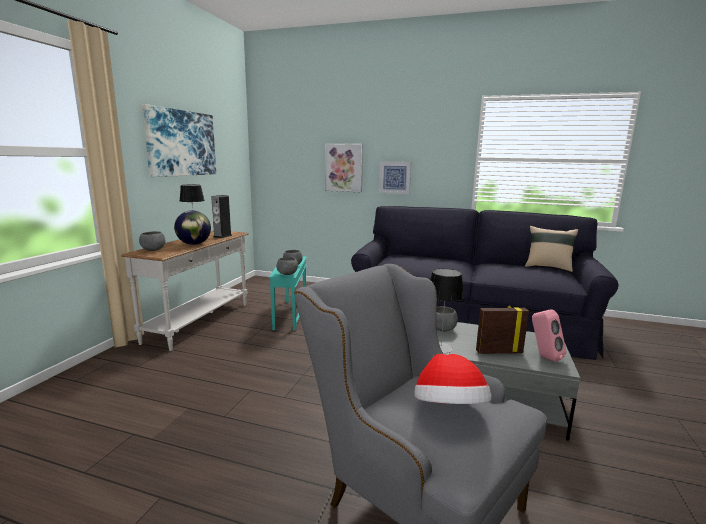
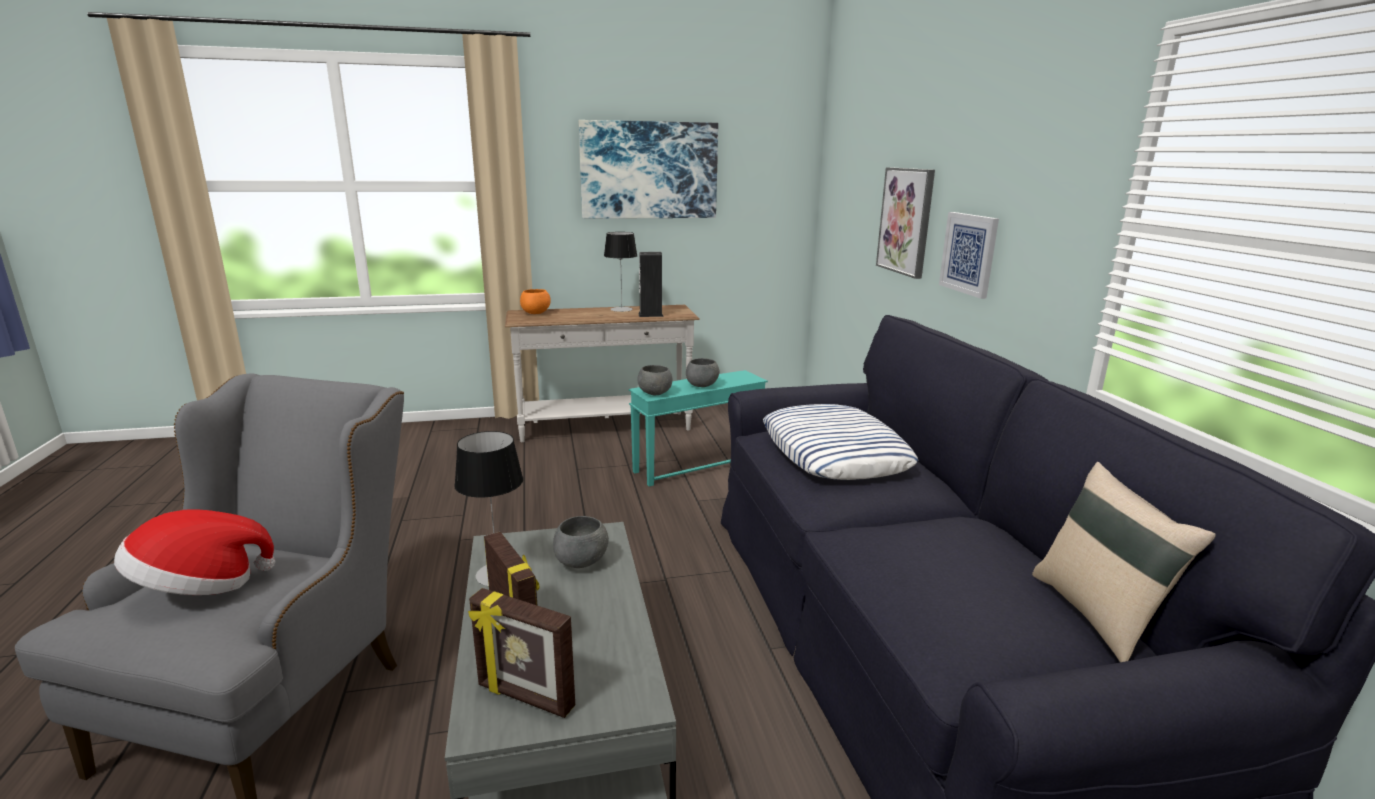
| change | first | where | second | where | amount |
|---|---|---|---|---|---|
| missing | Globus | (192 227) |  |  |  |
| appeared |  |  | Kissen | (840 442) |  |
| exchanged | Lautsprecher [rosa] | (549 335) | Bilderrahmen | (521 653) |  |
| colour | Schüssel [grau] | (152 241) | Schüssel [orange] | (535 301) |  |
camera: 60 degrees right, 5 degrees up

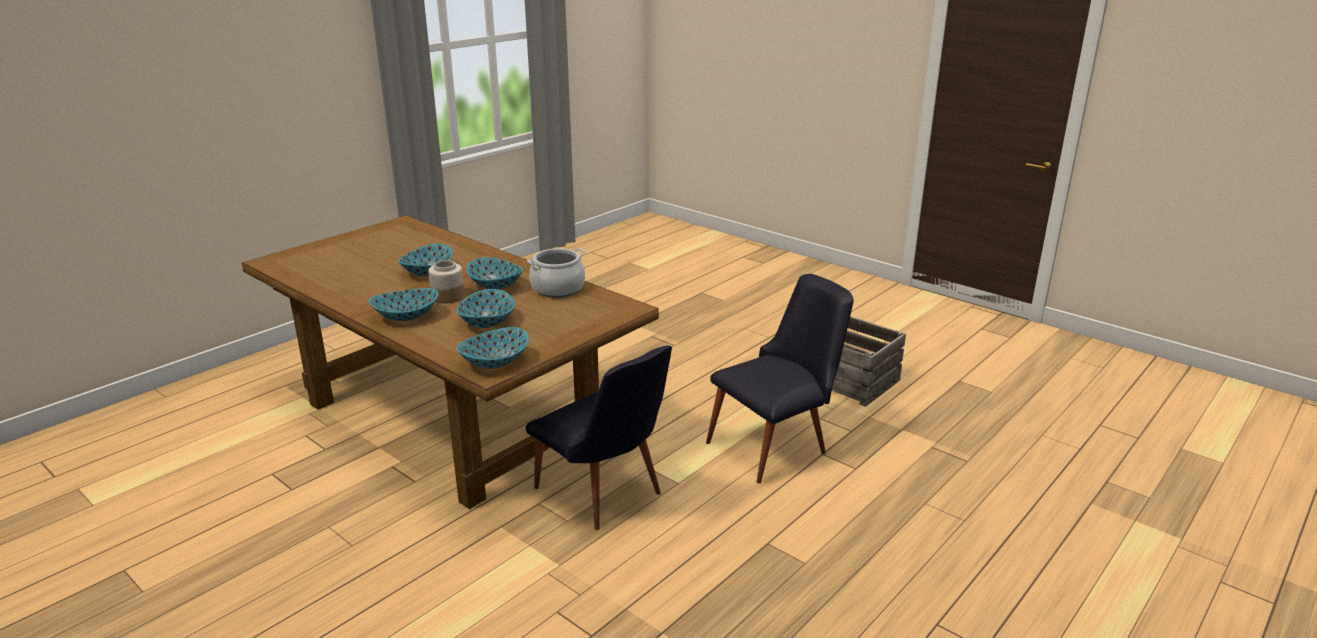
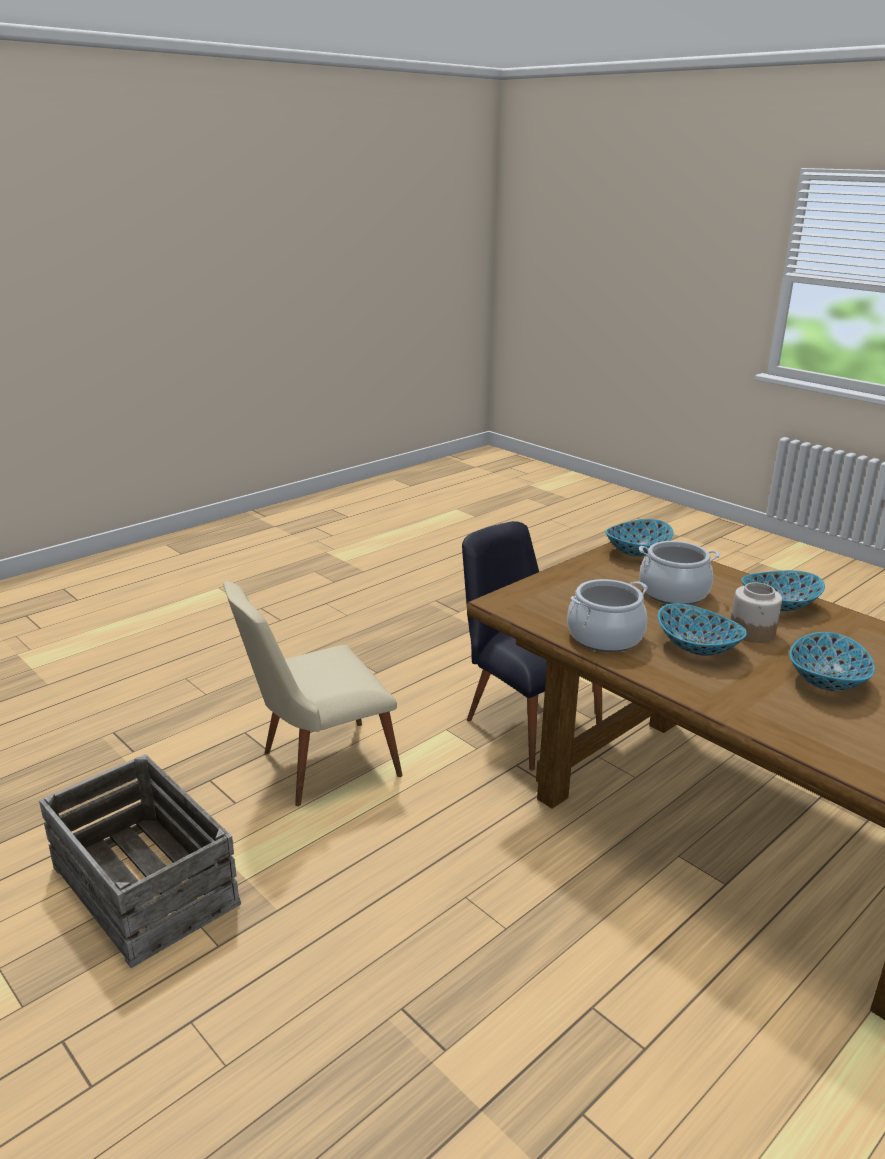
| change | first | where | second | where | amount |
|---|---|---|---|---|---|
| exchanged | Schüssel | (486 308) | Kochtopf | (679 573) |  |
| colour | Stuhl [schwarz] | (780 378) | Stuhl [beige] | (312 693) |  |
camera: 175 degrees left, 0 degrees up

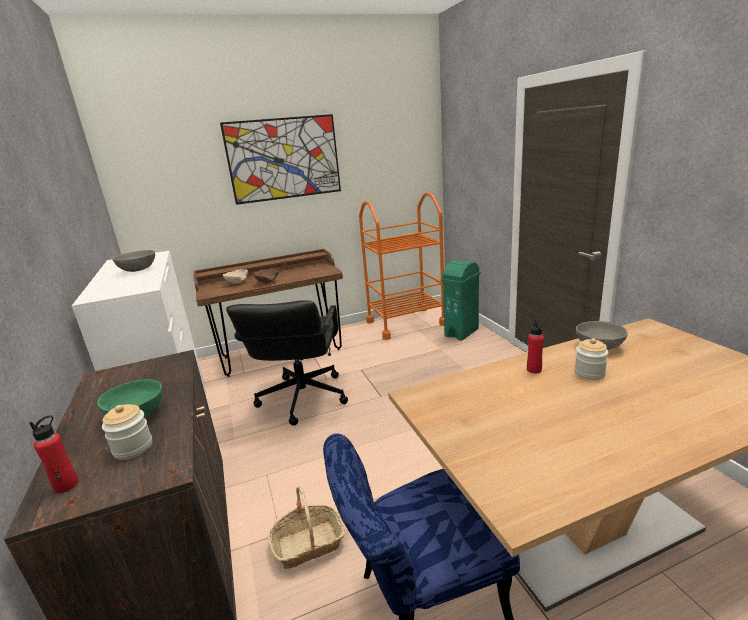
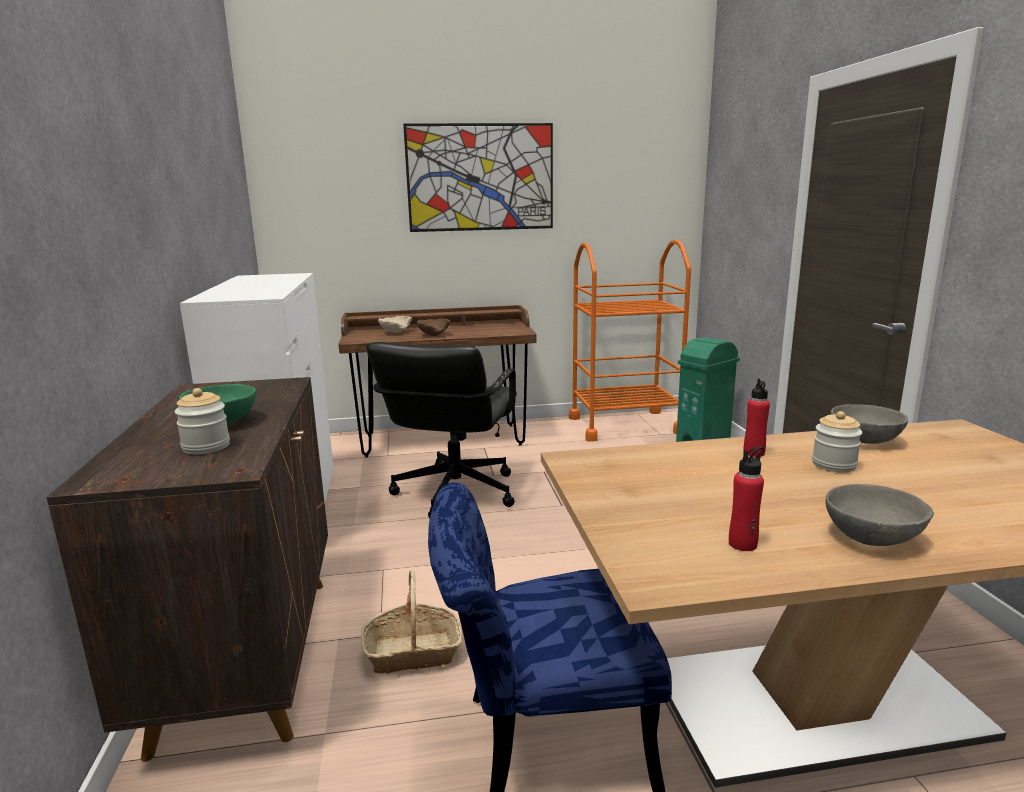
| change | first | where | second | where | amount |
|---|---|---|---|---|---|
| relocated | Flasche [rot] | (54 454) |  | (746 498) |  |
| relocated | Schüssel [grau] | (134 261) |  | (879 515) |  |
camera: 10 degrees right, 5 degrees down

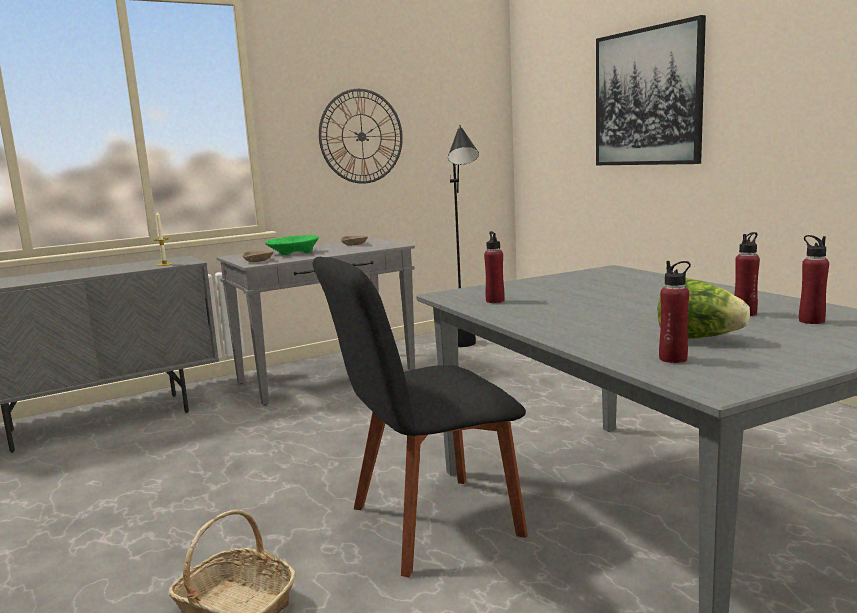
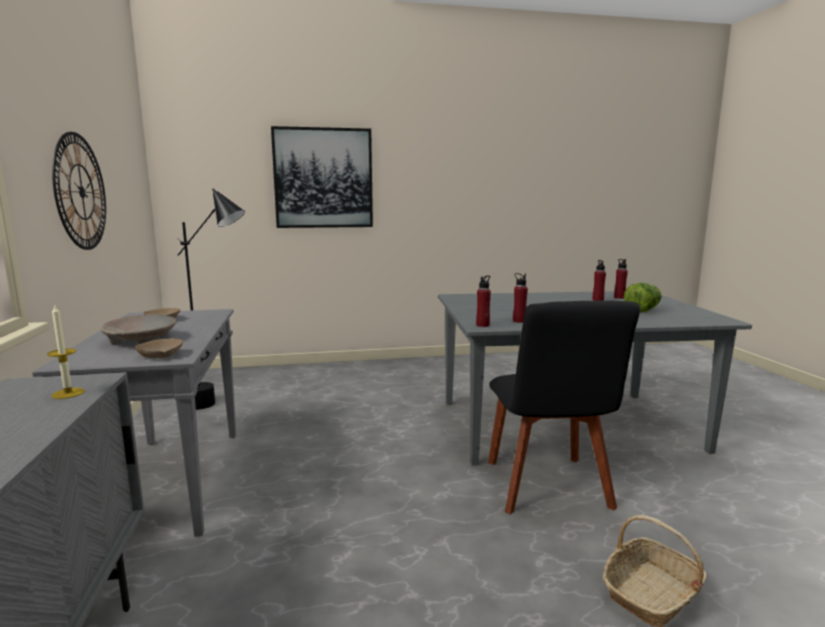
| change | first | where | second | where | amount |
|---|---|---|---|---|---|
| relocated | Flasche [rot] | (675 312) |  | (483 301) |  |
| colour | Schüssel [grün] | (292 245) | Schüssel [beige] | (138 329) |  |
camera: 70 degrees left, 0 degrees up

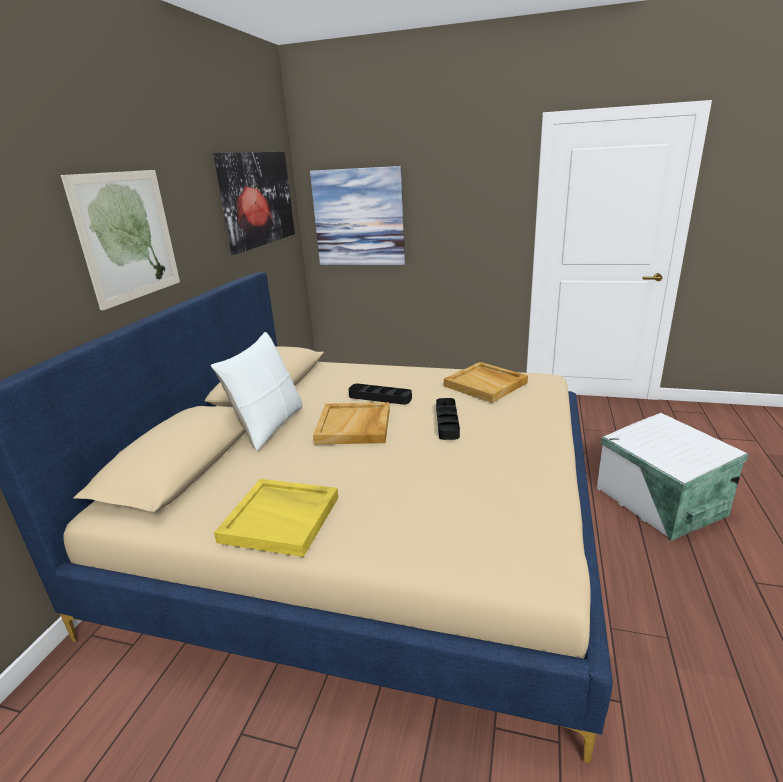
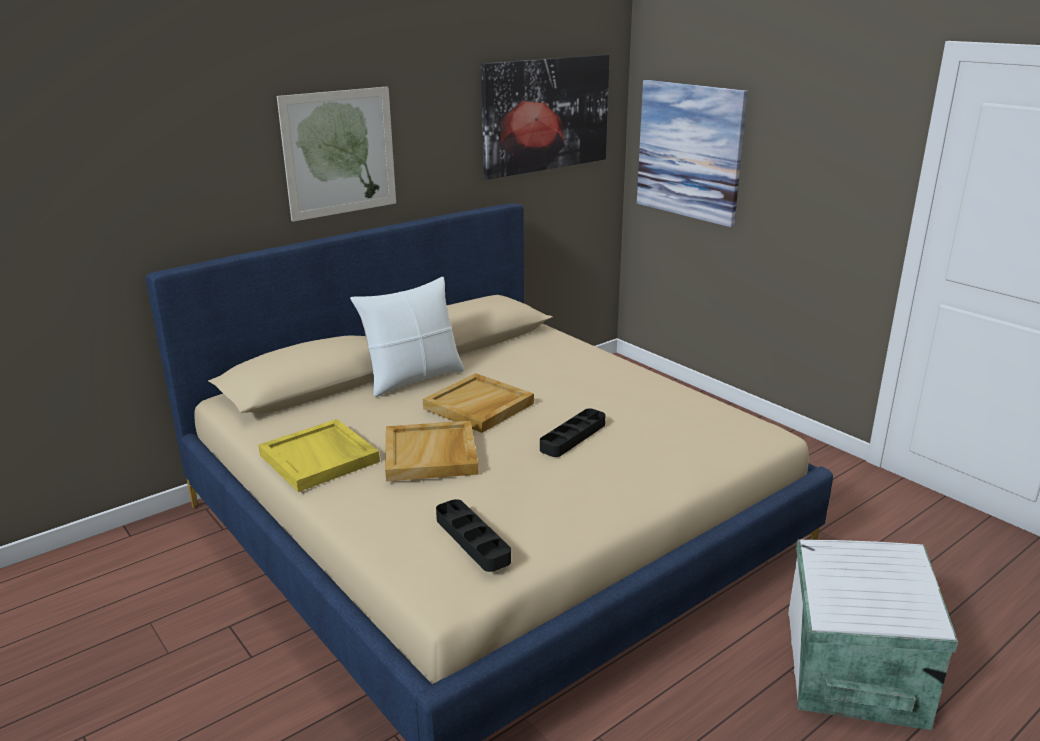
| change | first | where | second | where | amount |
|---|---|---|---|---|---|
| relocated | Tablett [schwarz] | (380 394) |  | (473 535) |  |
| relocated | Tablett [beige] | (486 382) |  | (432 451) |  |
camera: 35 degrees right, 0 degrees up

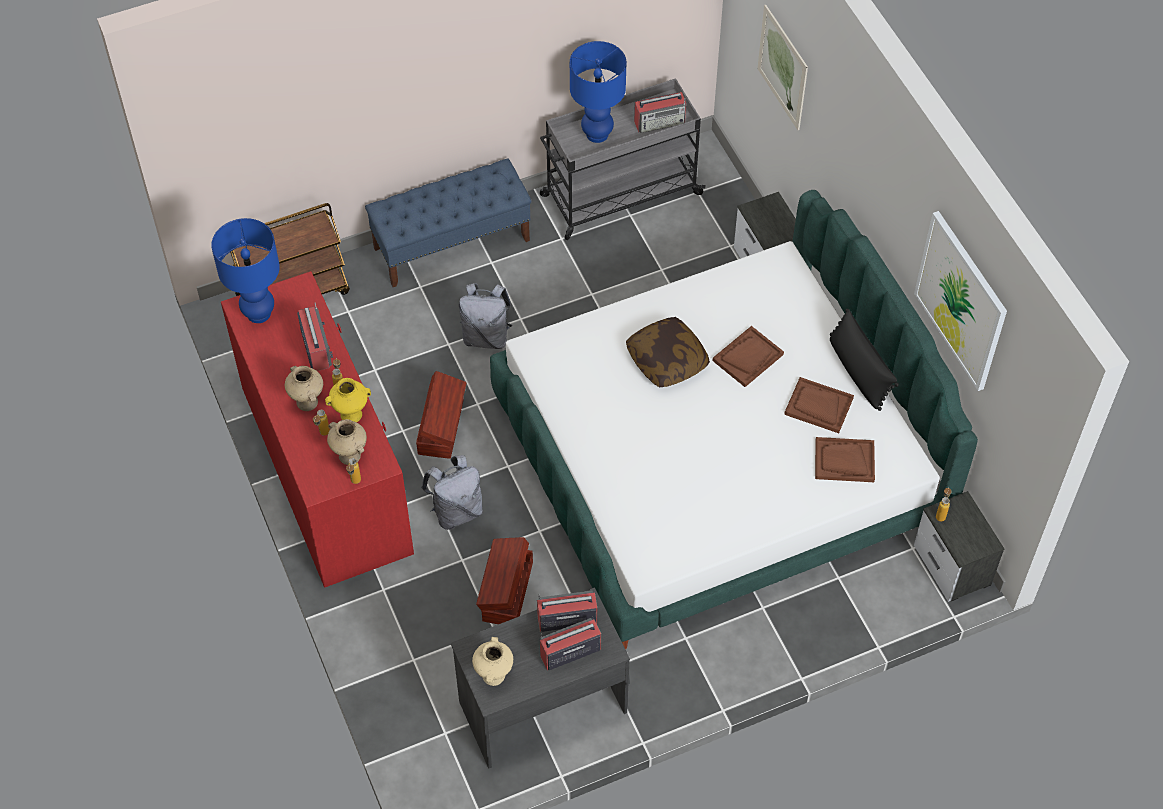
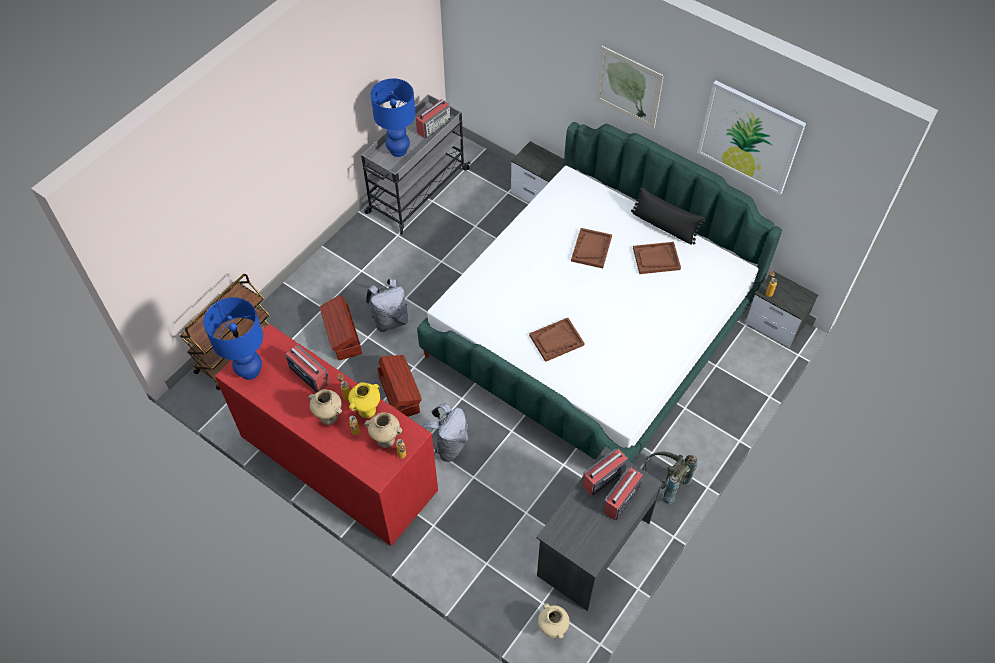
| change | first | where | second | where | amount |
|---|---|---|---|---|---|
| missing | Bank [blau] | (448 222) |  |  |  |
| missing | Kissen | (668 352) |  |  |  |
| appeared |  |  | Rucksack [grau] | (670 478) |  |
| relocated | Vase [beige] | (492 661) |  | (553 621) |  |
| relocated | Aufbewahrungsbox [braun] | (504 580) |  | (340 328) |  |
| relocated | Bild | (782 67) |  | (630 87) |  |
| relocated | Tablett [braun] | (845 459) |  | (557 340) |  |
camera: 30 degrees left, 0 degrees up

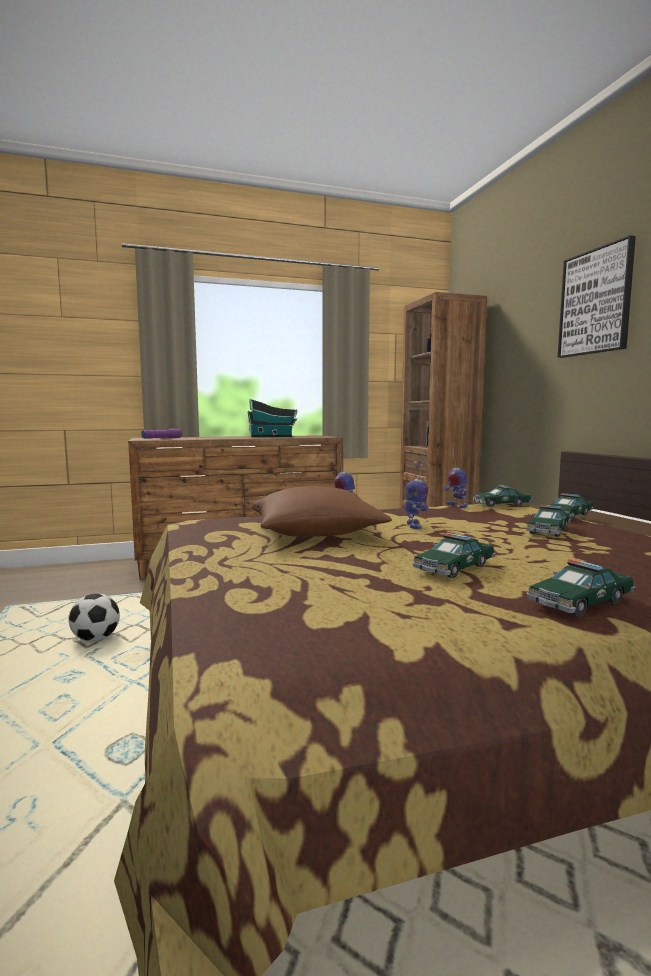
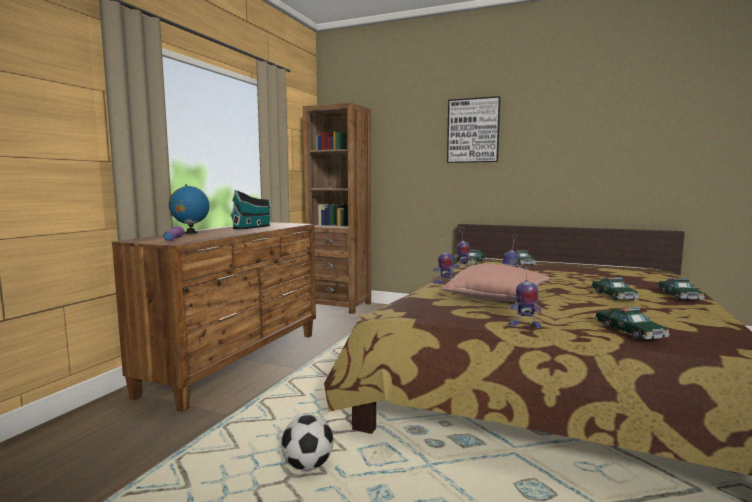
| change | first | where | second | where | amount |
|---|---|---|---|---|---|
| appeared |  |  | Globus | (189 209) |  |
| appeared |  |  | Spielzeugroboter | (525 292) |  |
| relocated | Spielzeugauto | (548 521) |  | (632 323) |  |
| colour | Kissen [braun] | (321 511) | Kissen [rosa] | (496 282) |  |
camera: 50 degrees left, 0 degrees up

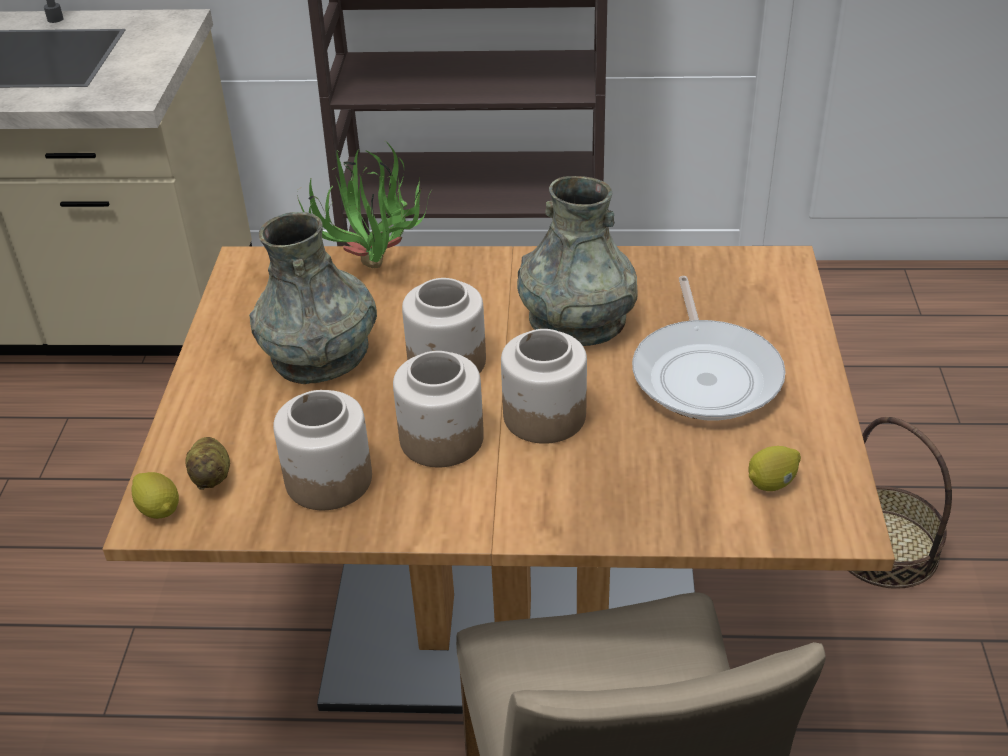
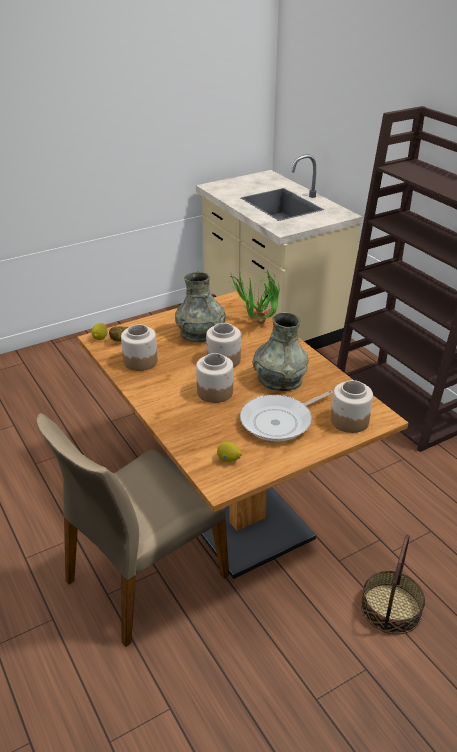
| change | first | where | second | where | amount |
|---|---|---|---|---|---|
| relocated | Vorratsglas | (438 409) |  | (352 406) |  |
camera: 55 degrees right, 5 degrees down

